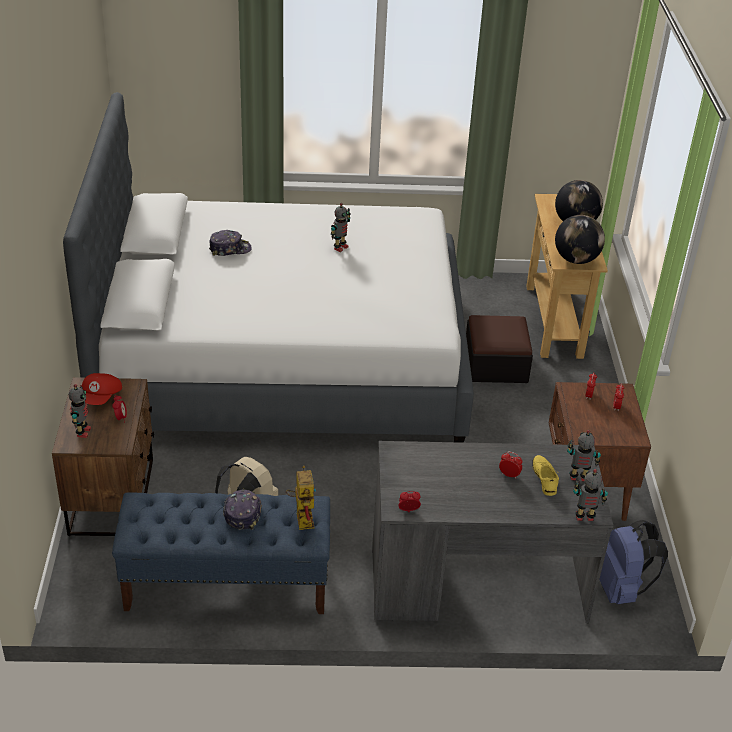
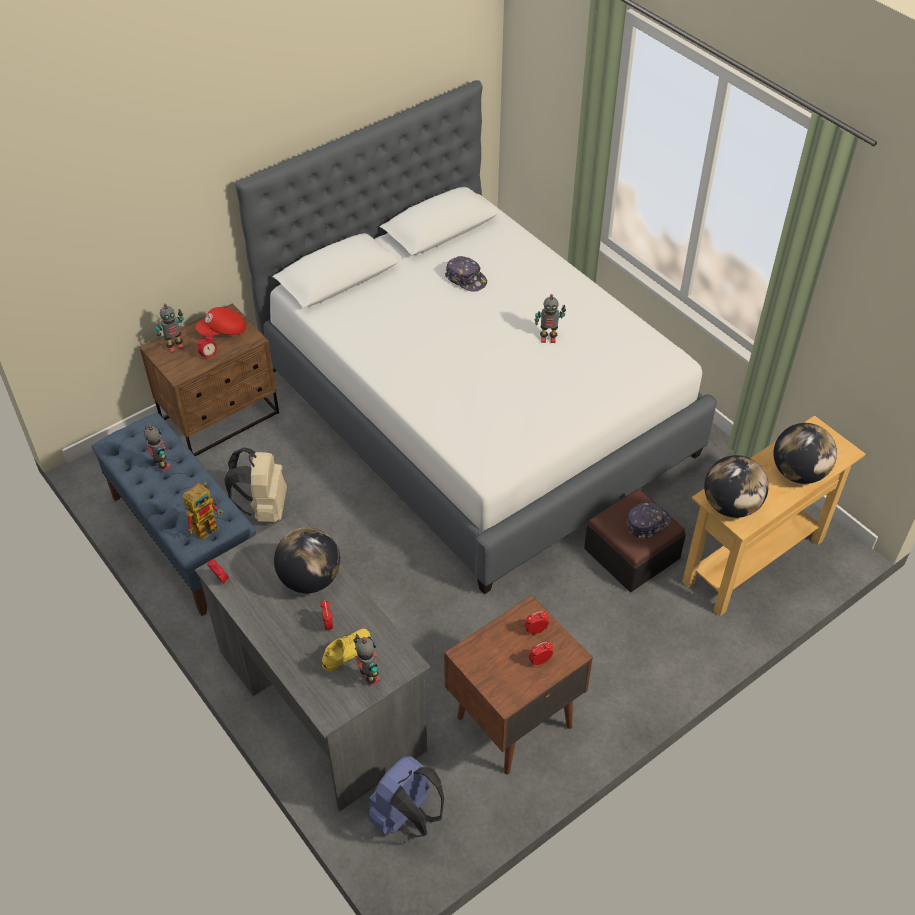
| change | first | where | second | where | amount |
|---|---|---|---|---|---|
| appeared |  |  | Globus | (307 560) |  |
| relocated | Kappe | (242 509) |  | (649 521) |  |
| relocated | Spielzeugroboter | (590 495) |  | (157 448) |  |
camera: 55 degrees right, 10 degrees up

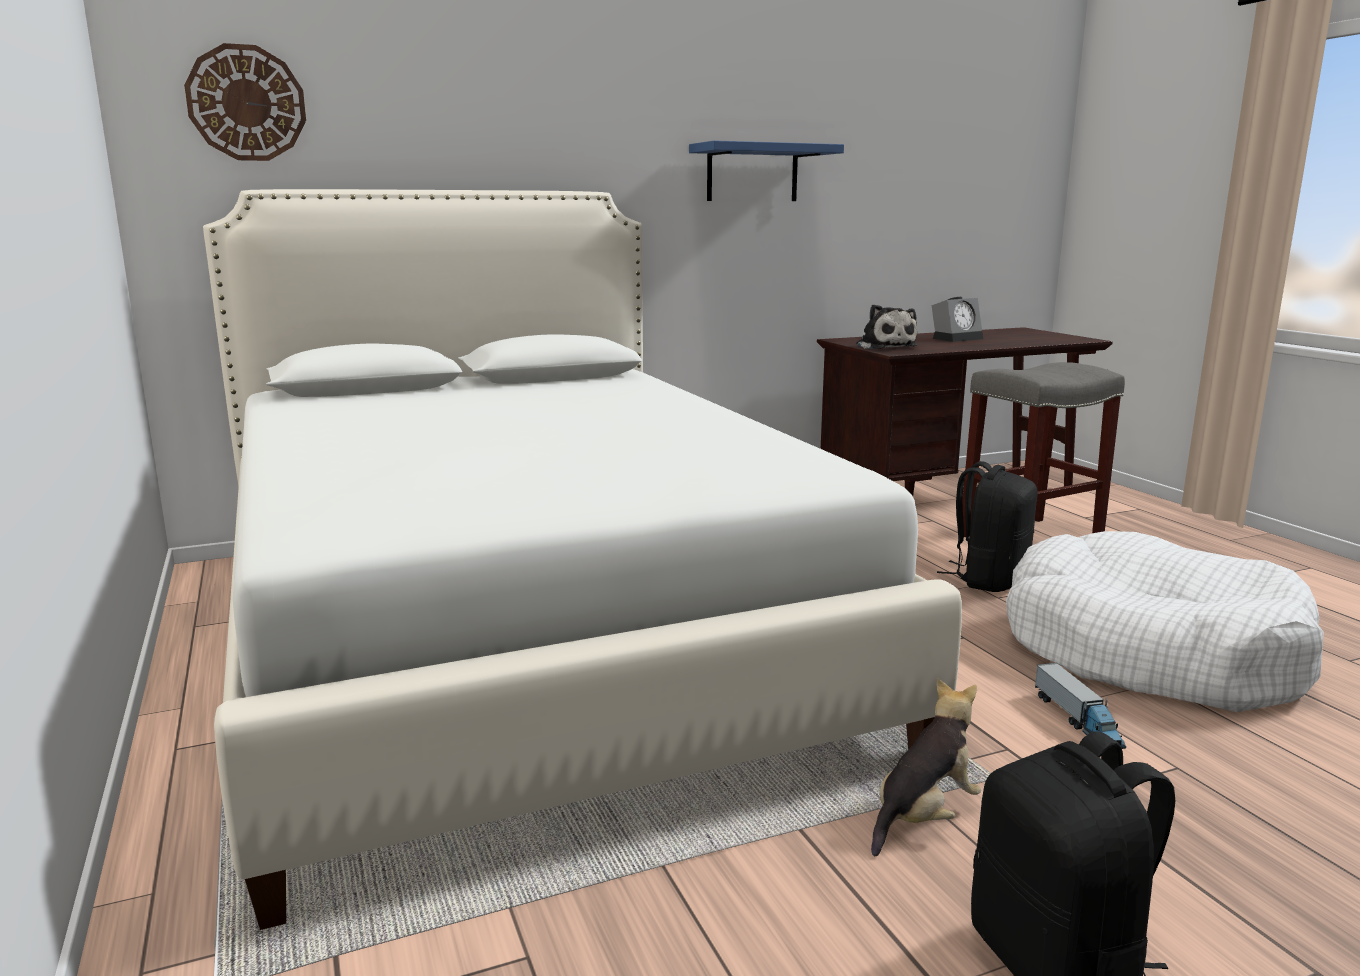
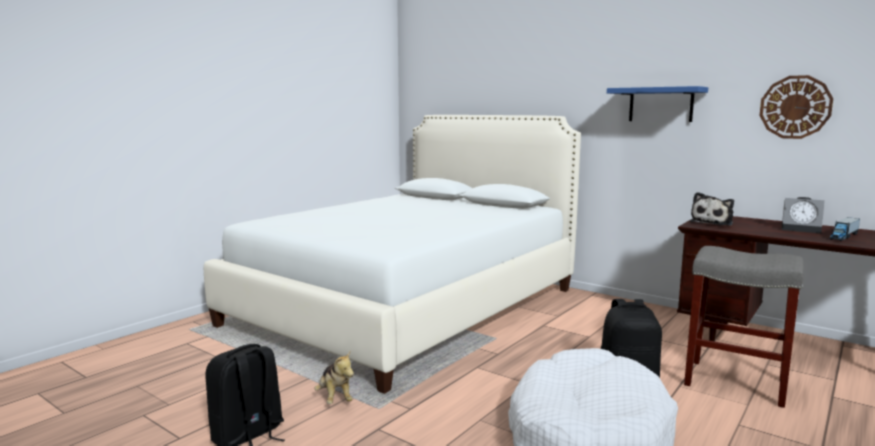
| change | first | where | second | where | amount |
|---|---|---|---|---|---|
| relocated | Wanduhr | (245 102) |  | (796 107) |  |
| relocated | Spielzeuglaster | (1080 706) |  | (844 229) |  |
| spun | Plüschtier | (926 767) |  | (334 378) | 45 degrees clockwise |
camera: 60 degrees right, 5 degrees down

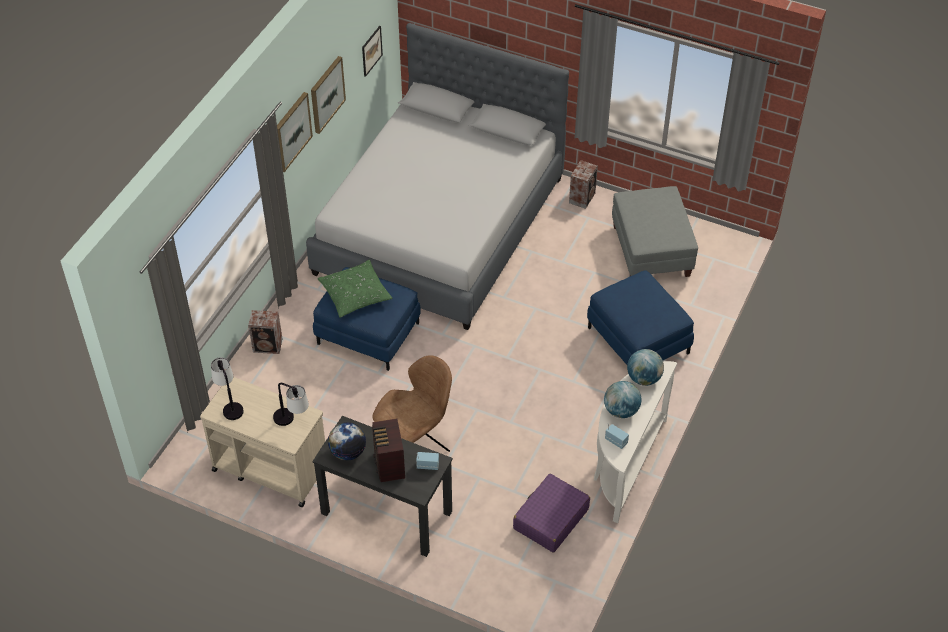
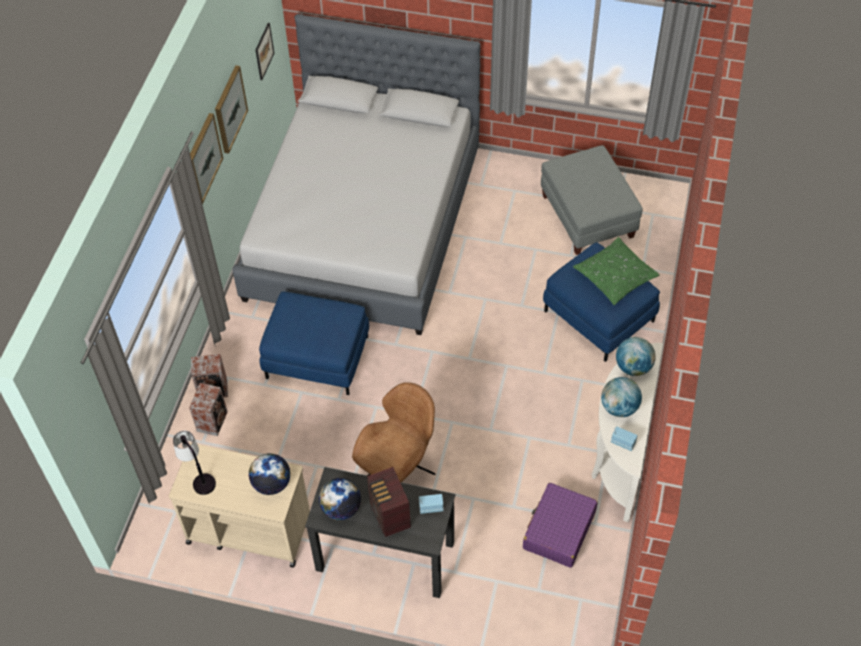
| change | first | where | second | where | amount |
|---|---|---|---|---|---|
| relocated | Kissen [grün] | (354 288) |  | (616 271) |  |
| relocated | Lautsprecher | (583 184) |  | (208 409) |  |
| exchanged | Tischlampe | (291 404) | Globus | (269 474) |  |
camera: 10 degrees left, 5 degrees up

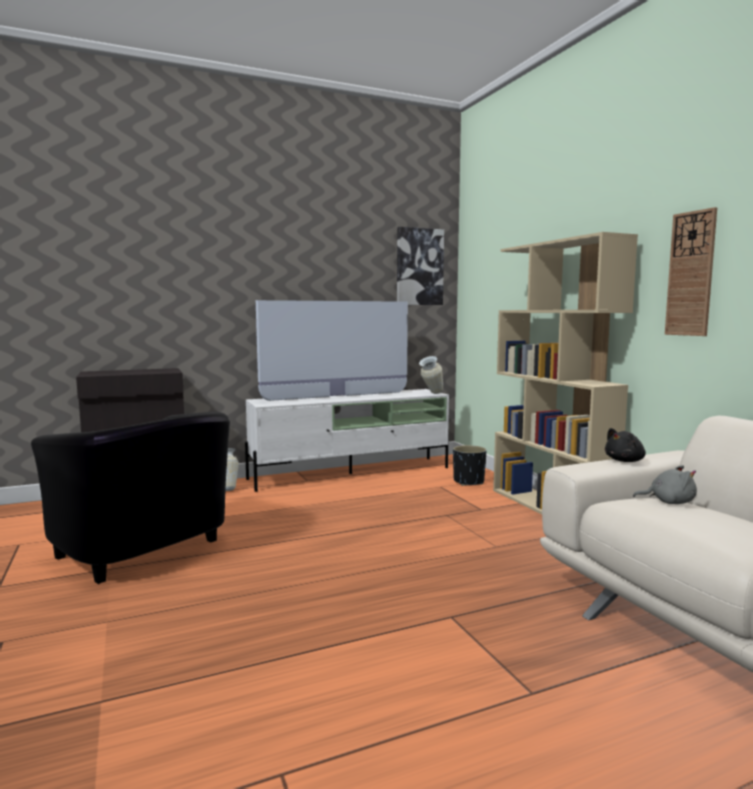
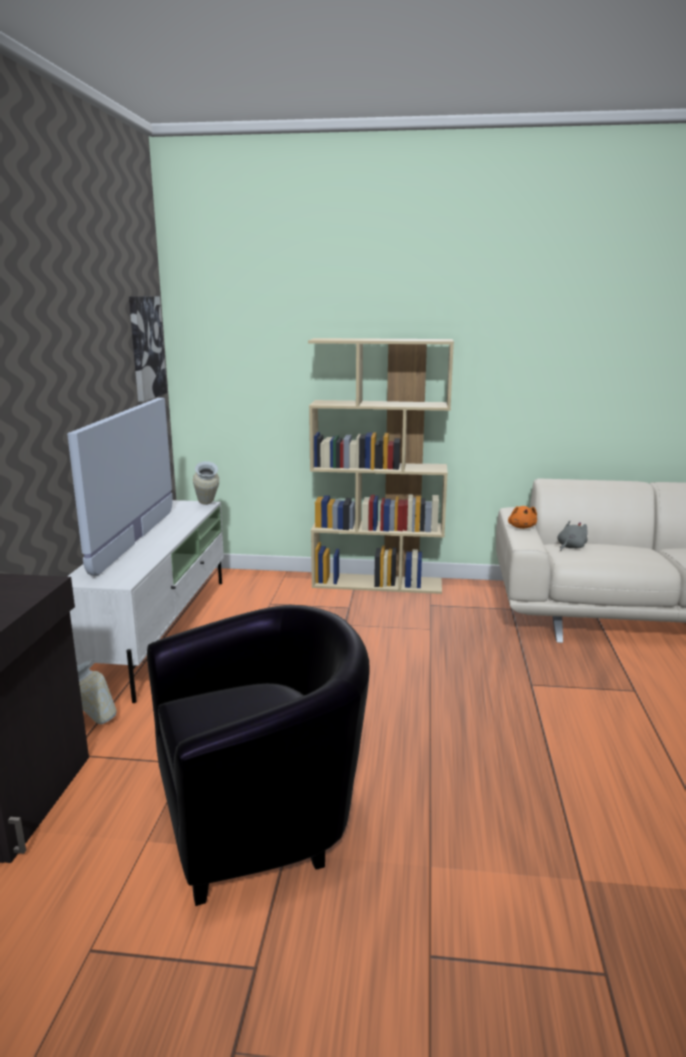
| change | first | where | second | where | amount |
|---|---|---|---|---|---|
| missing | Pflanzkübel [schwarz] | (470 465) |  |  |  |
| missing | Wanduhr | (691 271) |  |  |  |
| colour | Plüschtier [schwarz] | (625 445) | Plüschtier [orange] | (522 517) |  |
camera: 60 degrees left, 10 degrees up

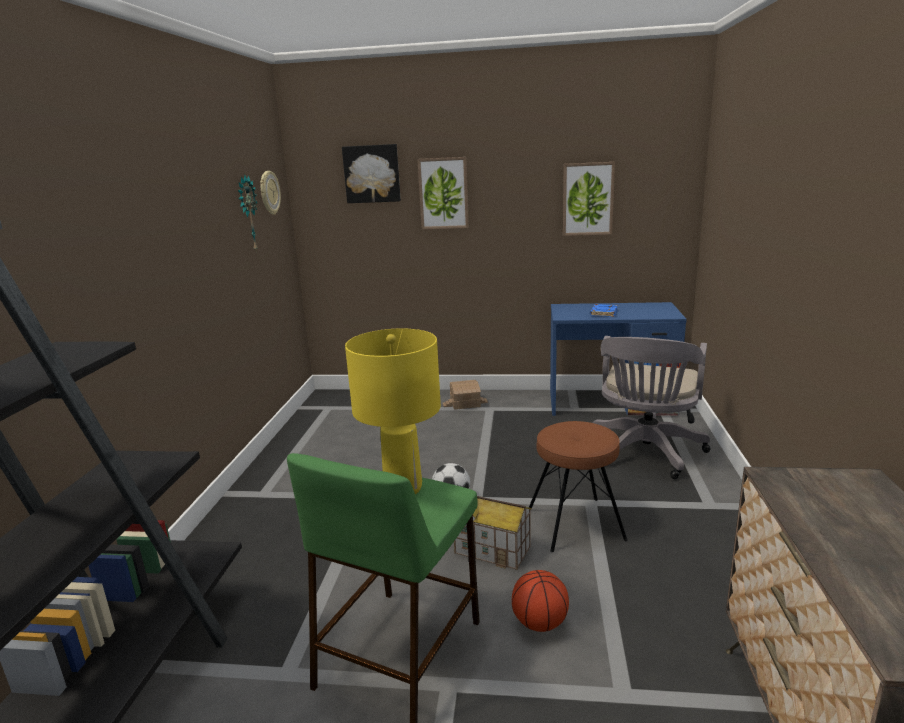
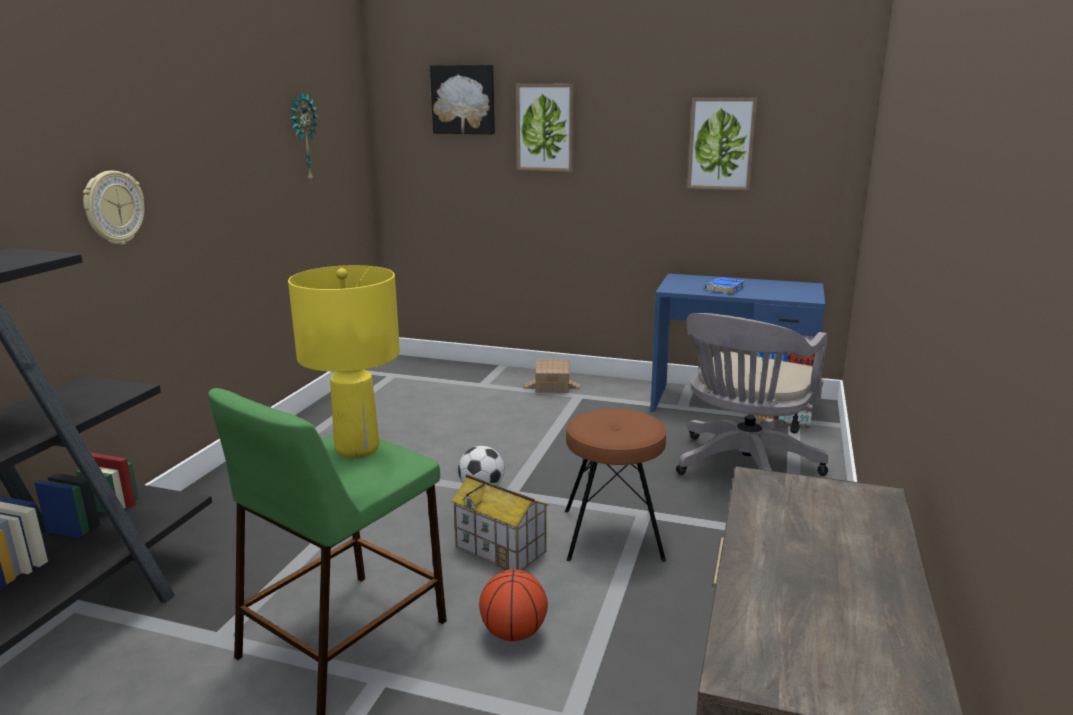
| change | first | where | second | where | amount |
|---|---|---|---|---|---|
| relocated | Wanduhr | (270 193) |  | (113 208) |  |
camera: 10 degrees right, 0 degrees up

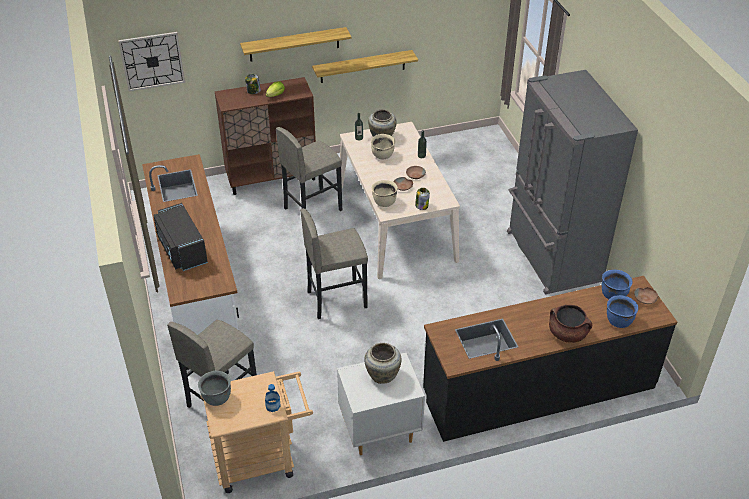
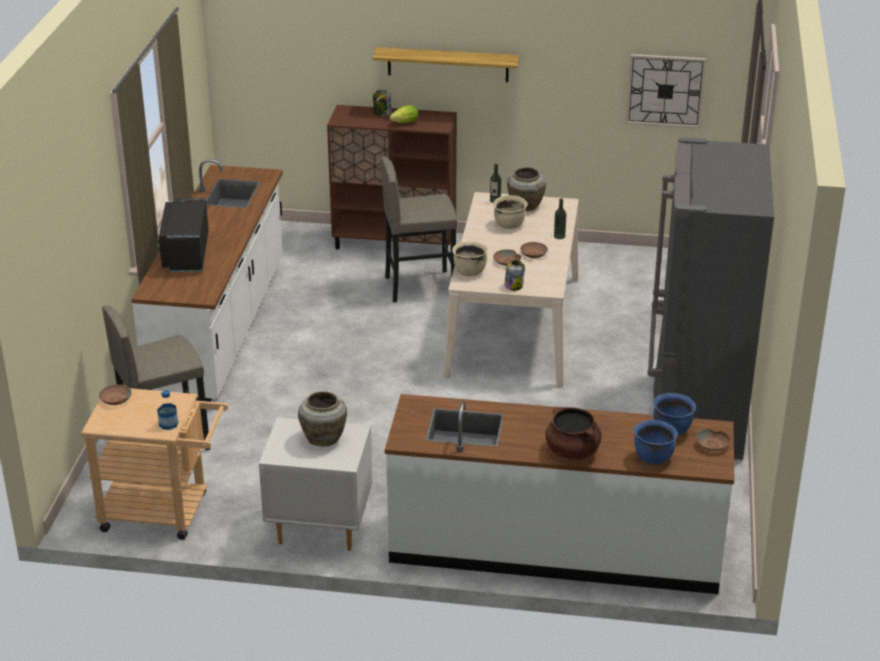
| change | first | where | second | where | amount |
|---|---|---|---|---|---|
| missing | Hocker [grau] | (334 263) |  |  |  |
| missing | Wandregal | (365 66) |  |  |  |
| relocated | Wanduhr | (151 61) |  | (666 91) |  |
| exchanged | Kochtopf [grau] | (214 388) | Schüssel [braun] | (115 394) |  |
| colour | Küchenzeile [schwarz] | (550 359) | Küchenzeile [weiß] | (559 494) |  |
camera: 25 degrees right, 10 degrees down

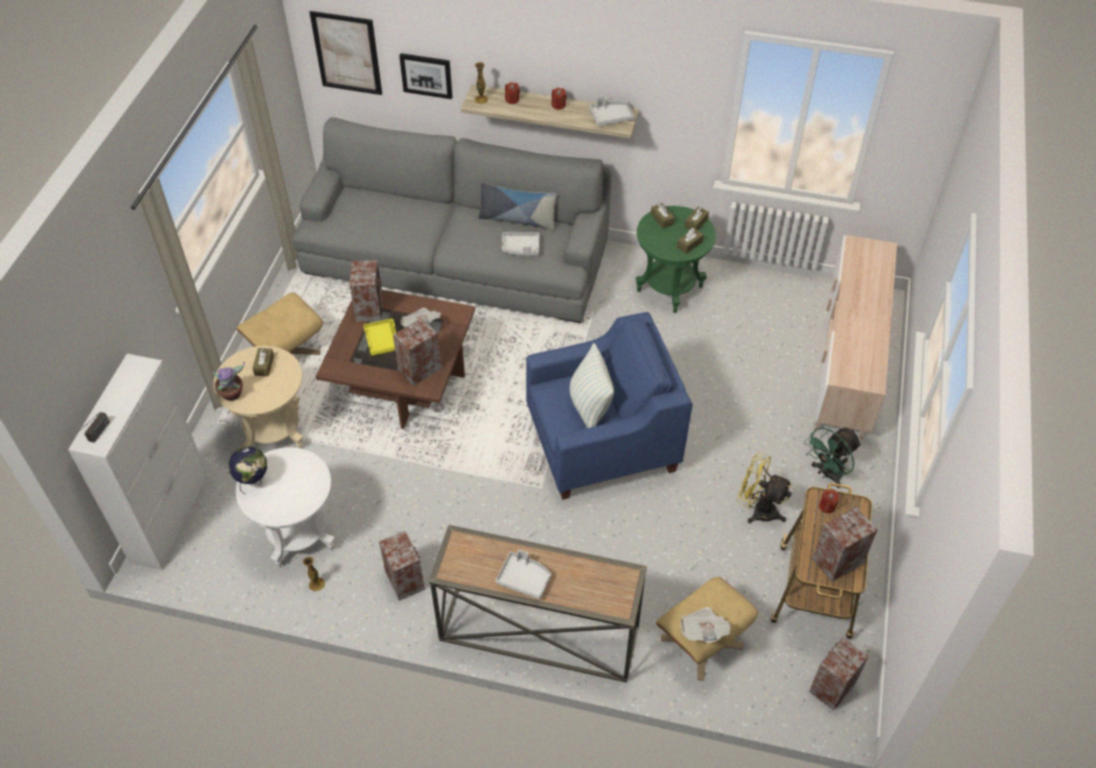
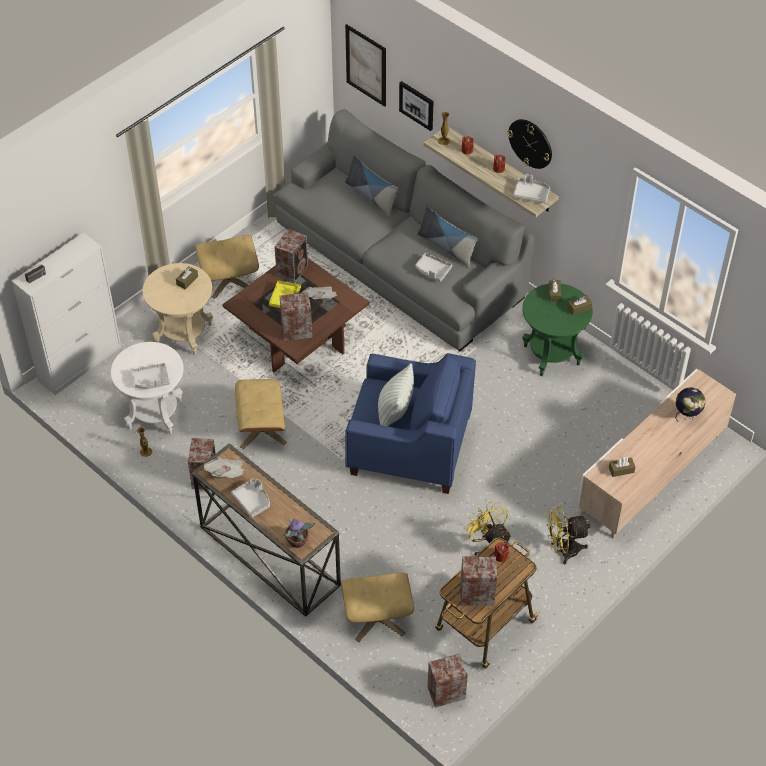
| change | first | where | second | where | amount |
|---|---|---|---|---|---|
| appeared |  |  | Tablett [grau] | (151 376) |  |
| appeared |  |  | Polsterhocker [beige] | (261 414) |  |
| appeared |  |  | Kissen | (371 186) |  |
| appeared |  |  | Wanduhr | (530 144) |  |
| relocated | Topfpflanze | (228 381) |  | (299 532) |  |
| relocated | Globus | (248 470) |  | (690 404) |  |
| relocated | Taschentuchbox [braun] | (690 241) |  | (622 467) |  |
| relocated | Zeitung | (705 625) |  | (224 468) |  |
| colour | Ventilator [grün] | (832 458) | Ventilator [gelb] | (568 535) |  |
camera: 30 degrees right, 0 degrees up

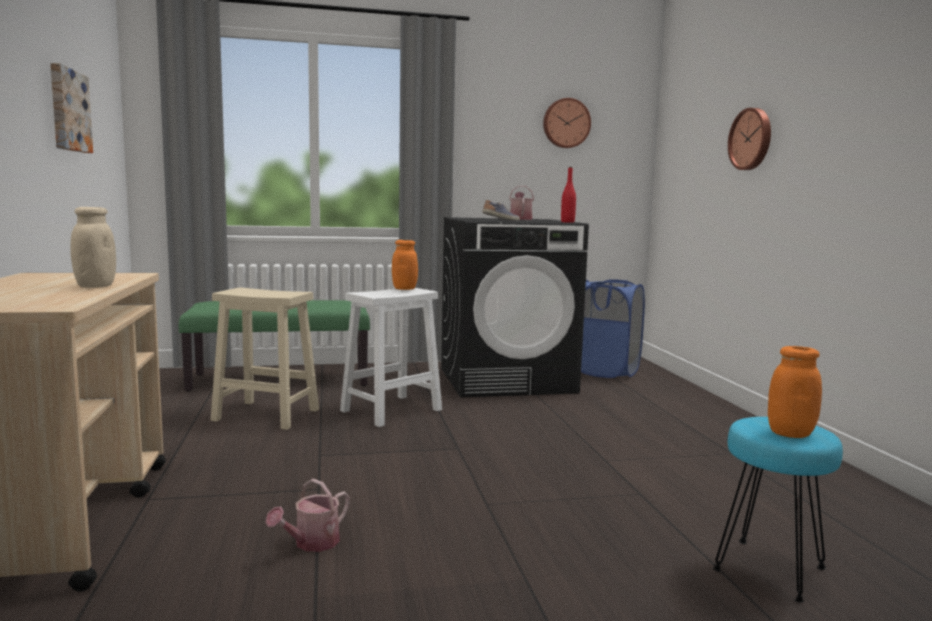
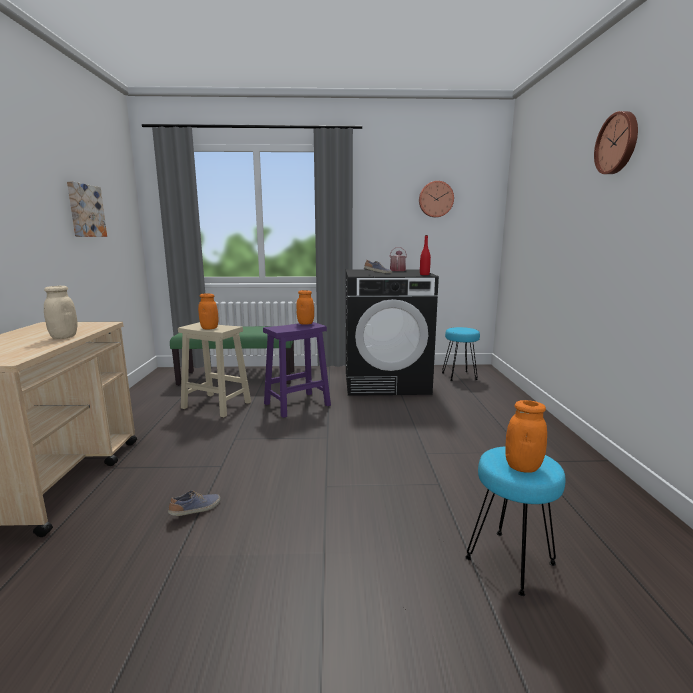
| change | first | where | second | where | amount |
|---|---|---|---|---|---|
| appeared |  |  | Vorratsglas [orange] | (208 311) |  |
| relocated | Wanduhr | (749 139) |  | (616 142) |  |
| exchanged | Gießkanne | (307 515) | Schuh | (194 503) |  |
| exchanged | Wäschekorb [blau] | (613 328) | Hocker [türkis] | (461 354) |  |
| colour | Hocker [weiß] | (391 357) | Hocker [lila] | (297 370) |  |
camera: 10 degrees right, 5 degrees up

